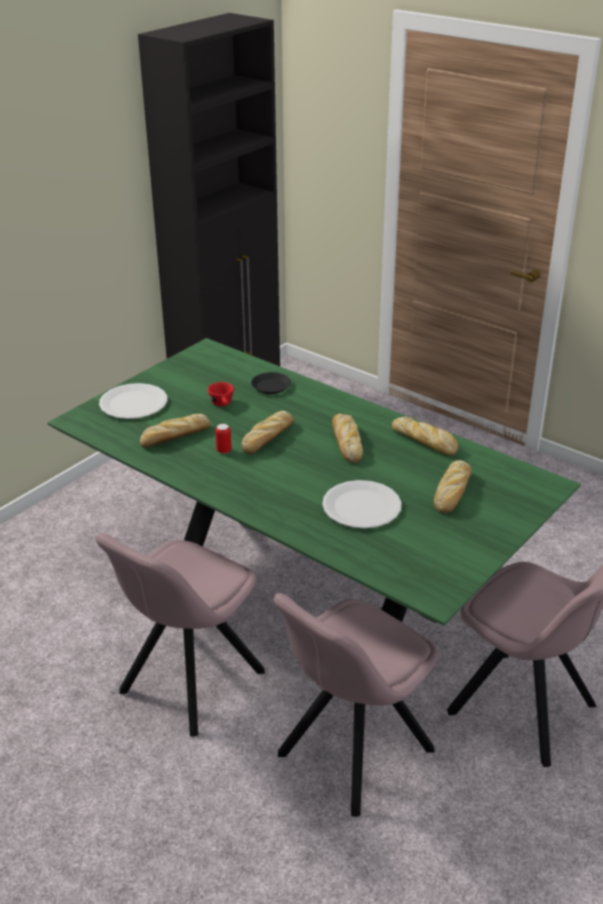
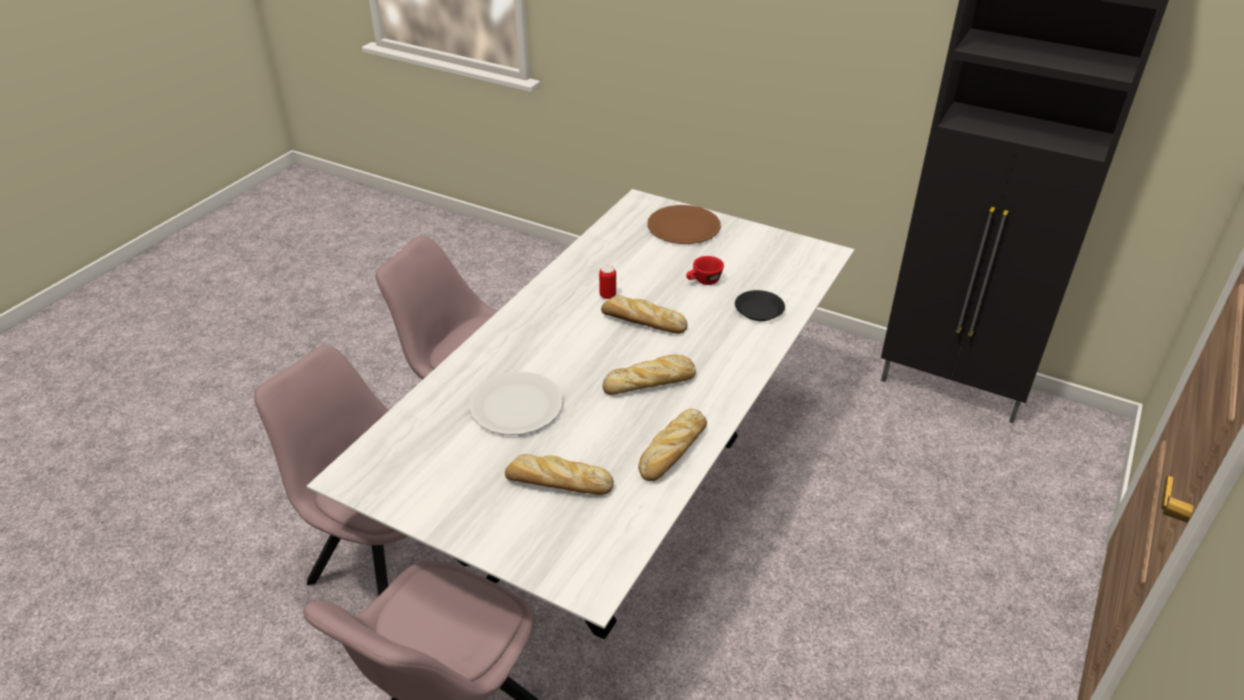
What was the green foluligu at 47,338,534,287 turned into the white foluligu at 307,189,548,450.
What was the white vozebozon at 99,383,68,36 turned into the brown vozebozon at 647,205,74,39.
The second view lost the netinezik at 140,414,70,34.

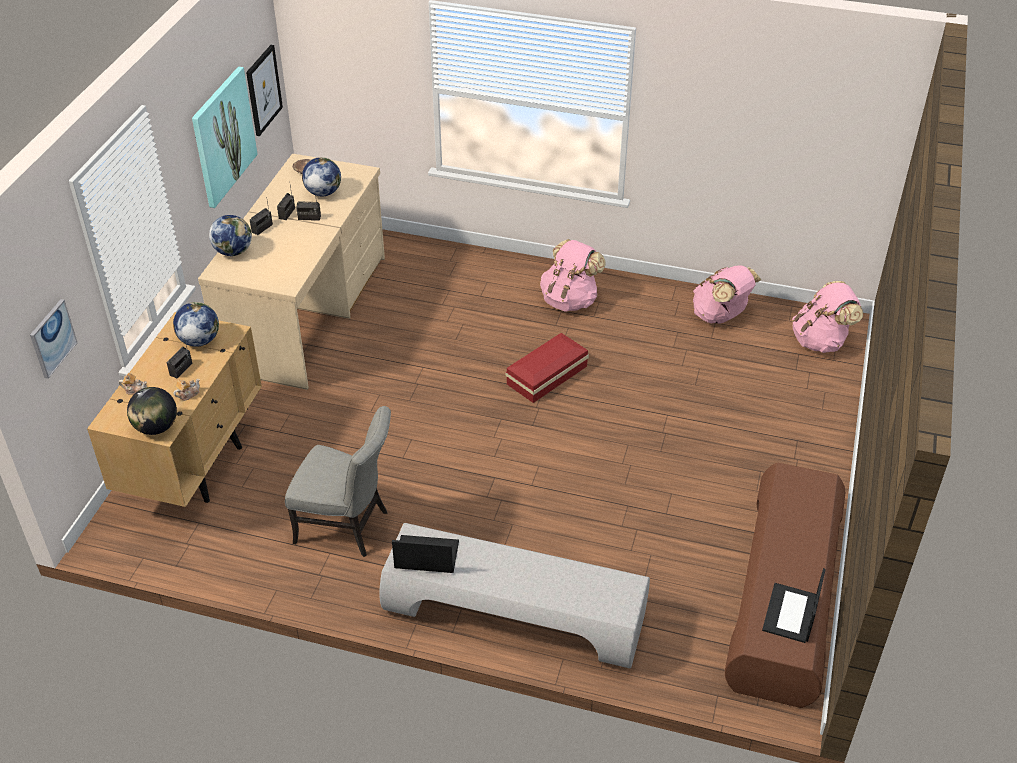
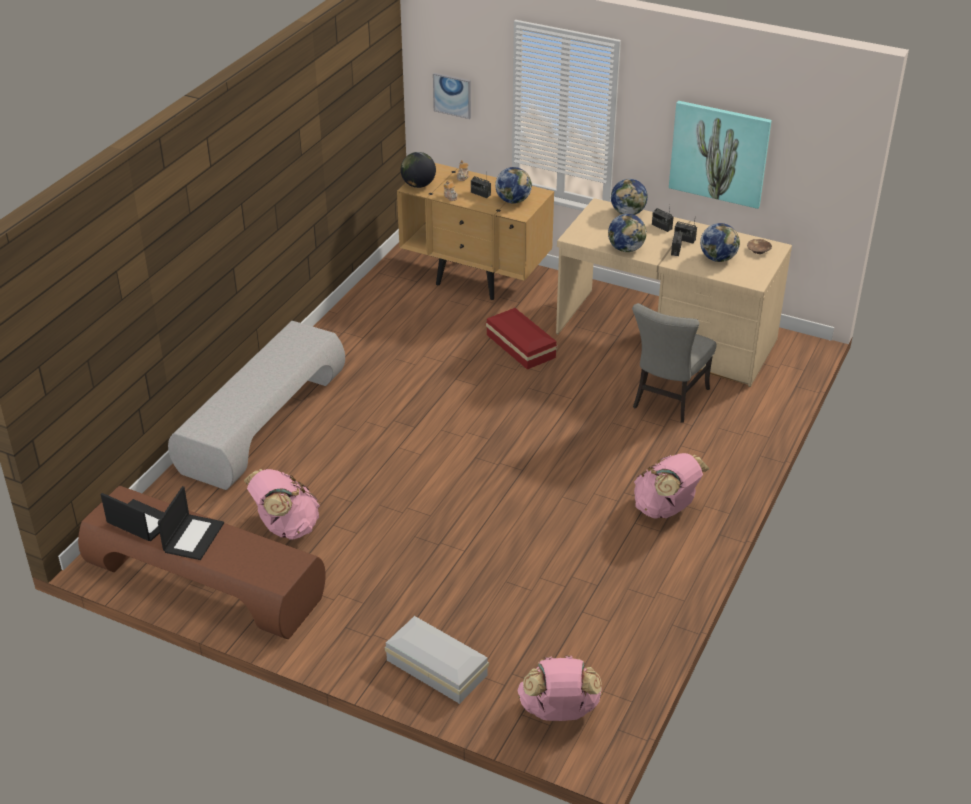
The second view lost the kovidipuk at 246,45,37,91.
The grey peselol ended up elsewhere, having gone from 285,406,106,151 to 632,303,84,120.
The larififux ended up elsewhere, having gone from 392,535,67,38 to 158,486,66,74.
The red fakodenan ended up elsewhere, having gone from 506,333,83,70 to 486,308,71,61.
The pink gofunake ended up elsewhere, having gone from 693,265,68,59 to 244,469,76,70.
The second view gained the white fakodenan at 385,616,104,88.
The second view gained the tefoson at 608,214,39,38.

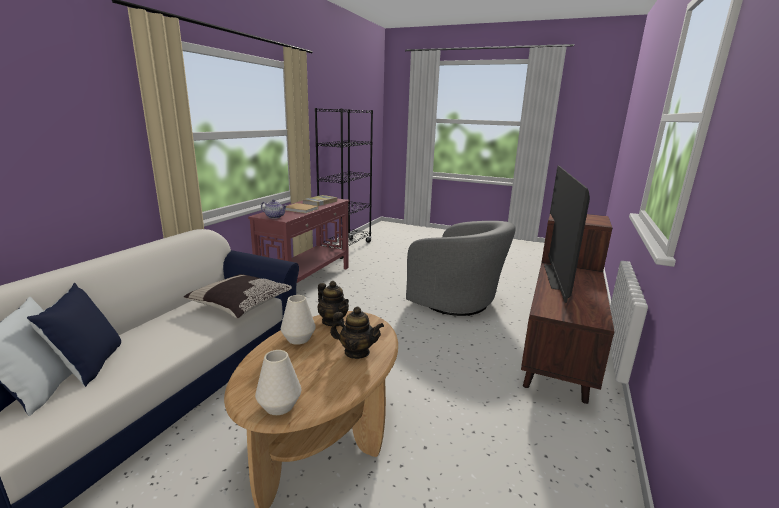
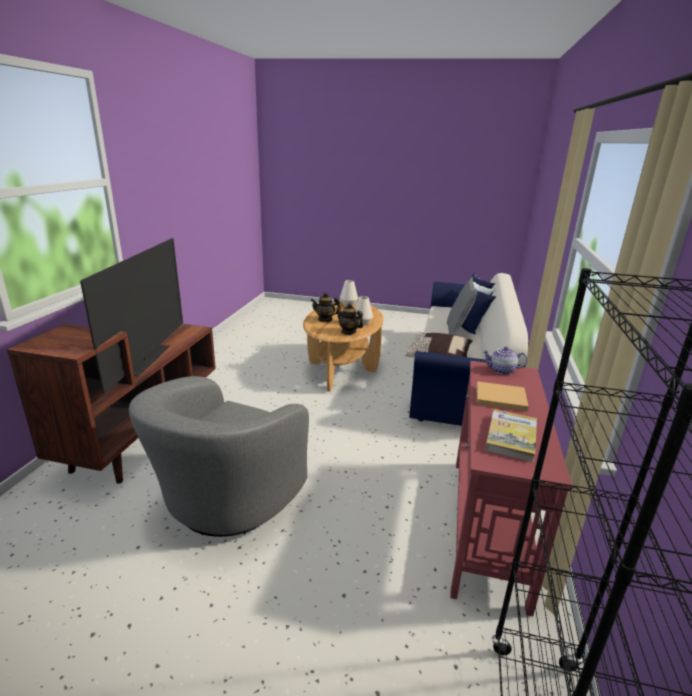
The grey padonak at 406,221,110,95 ended up facing another way, 90 degrees counterclockwise from before.
The second view gained the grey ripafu at 447,277,30,58.

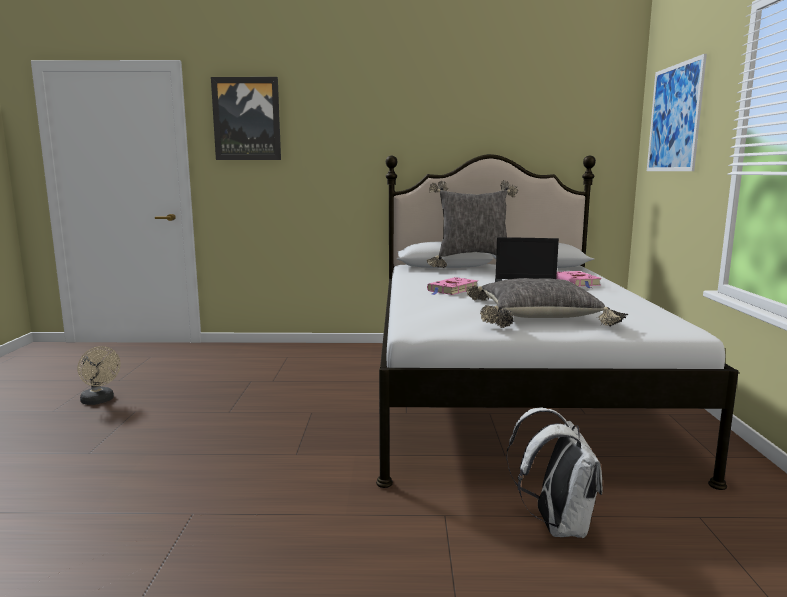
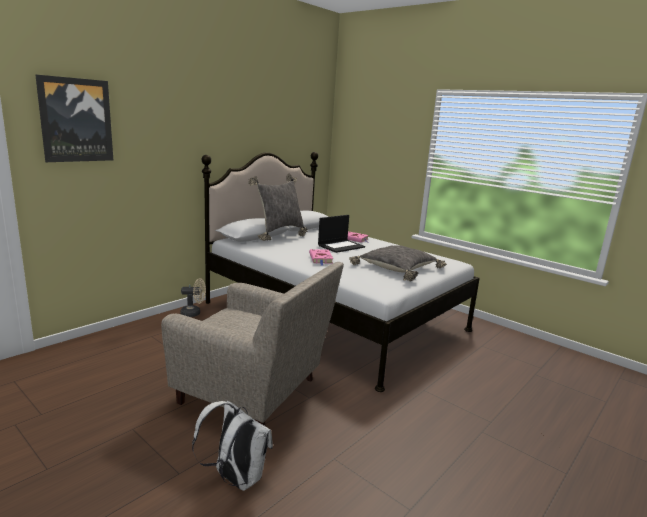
The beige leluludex ended up elsewhere, having gone from 78,346,42,59 to 180,278,26,39.
The white gofunake ended up elsewhere, having gone from 506,408,97,130 to 192,400,81,91.
The second view lost the kovidipuk at 647,54,60,117.
The second view gained the beige padonak at 161,262,183,164.

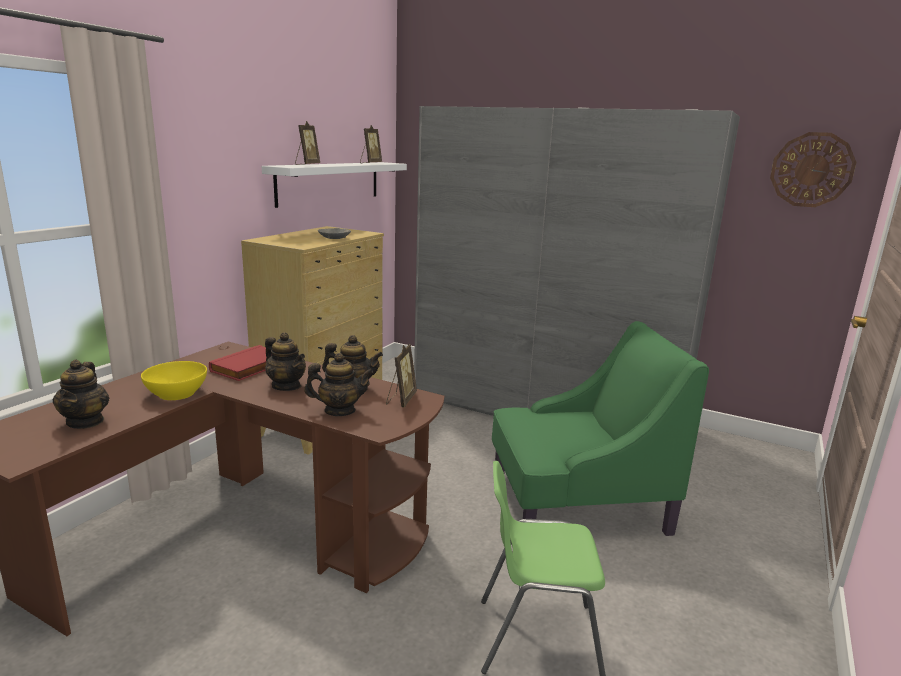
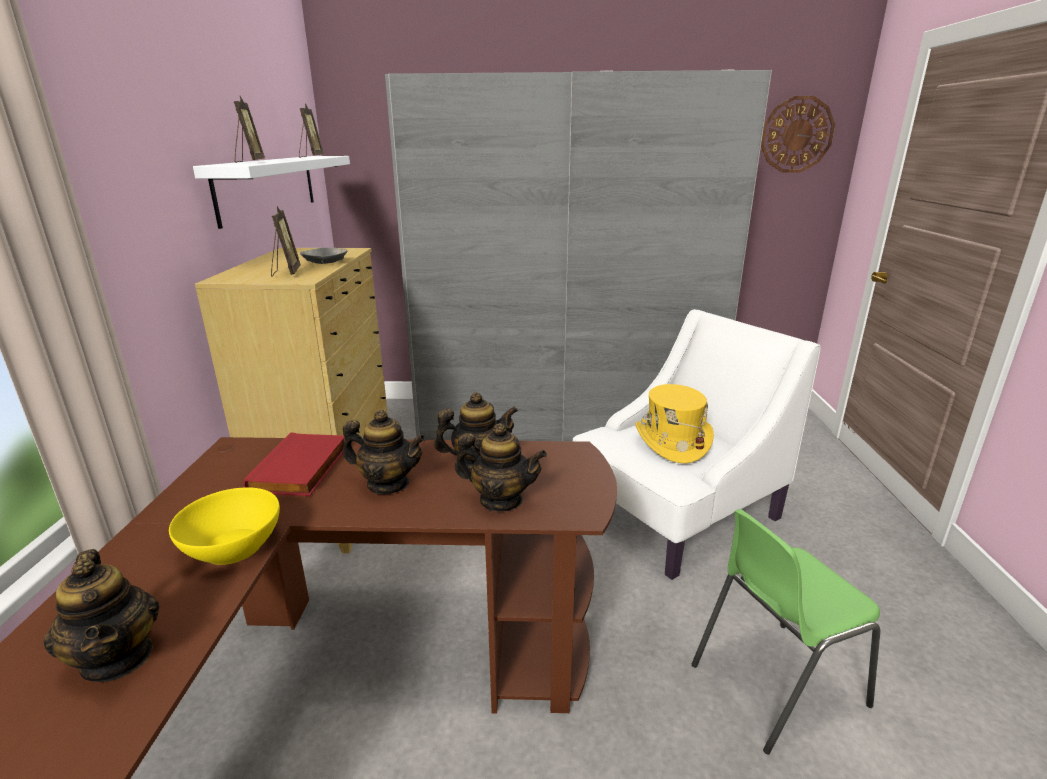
The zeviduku at 304,353,69,63 ended up facing another way, 45 degrees clockwise from before.
The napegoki ended up elsewhere, having gone from 386,344,31,63 to 271,206,30,71.
What was the green padonak at 492,321,217,215 turned into the white padonak at 573,309,248,271.
The second view gained the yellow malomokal at 635,384,79,79.

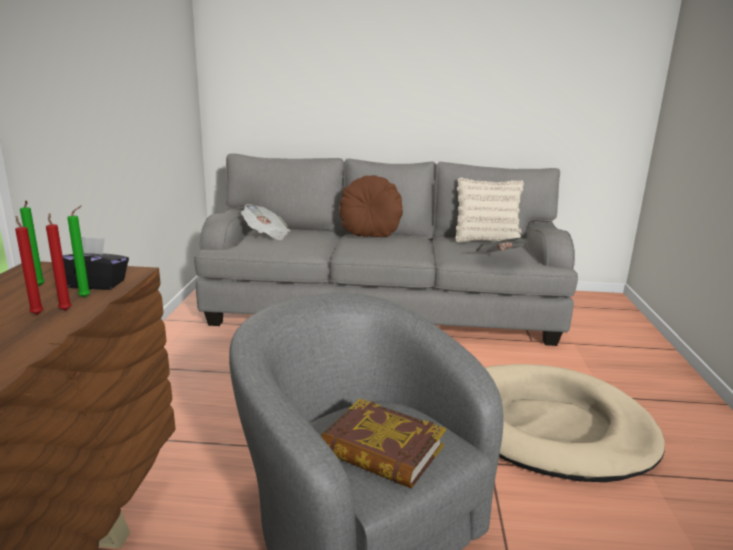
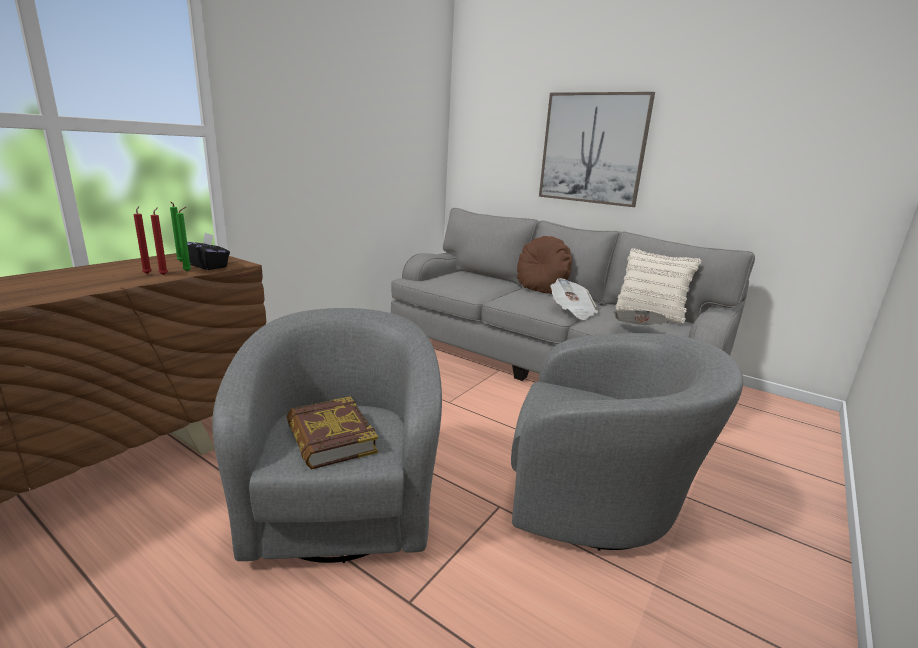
The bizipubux ended up elsewhere, having gone from 241,204,50,36 to 550,278,48,42.
Where the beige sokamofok stood at 485,364,180,118, the grey padonak came to stand at 511,333,232,218.
The second view gained the kovidipuk at 539,92,116,115.

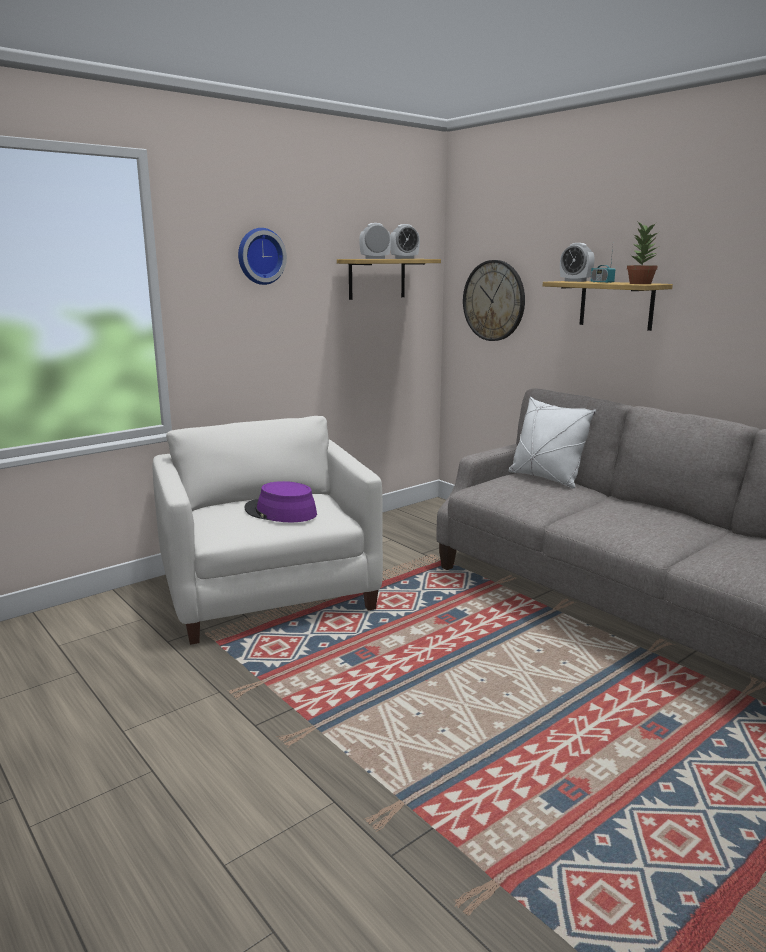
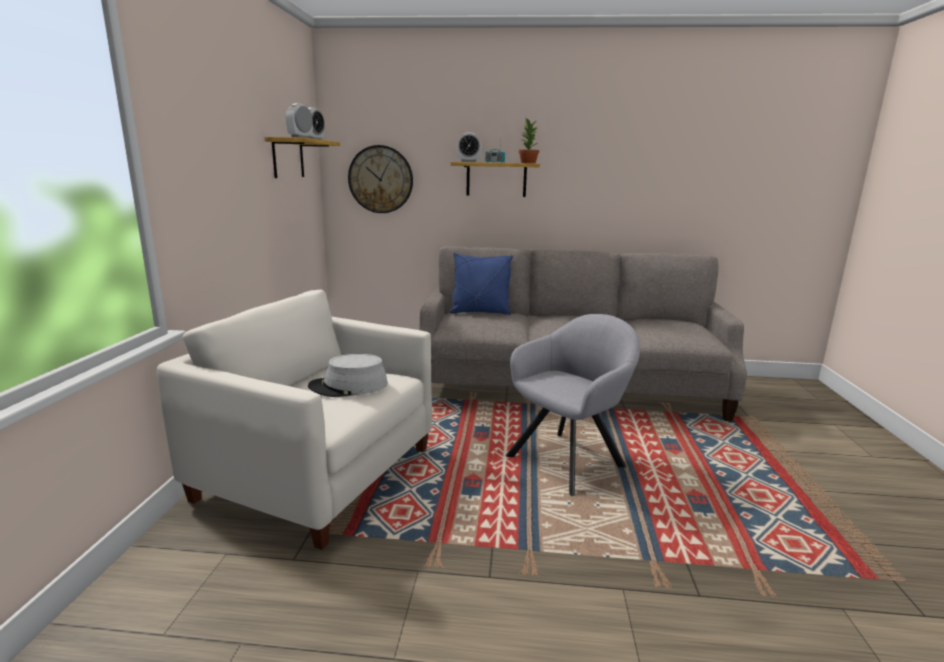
The second view lost the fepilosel at 238,228,49,57.
What was the purple malomokal at 245,481,72,41 turned into the grey malomokal at 308,354,80,43.
What was the white ripafu at 509,397,87,91 turned into the blue ripafu at 450,253,63,62.
The second view gained the grey padonak at 506,314,134,182.

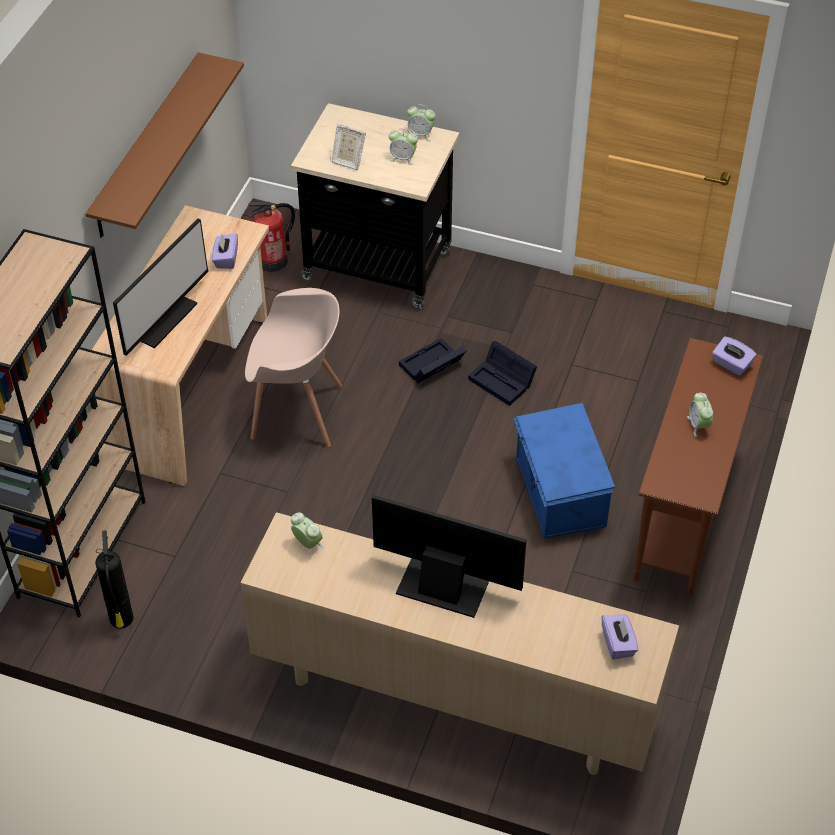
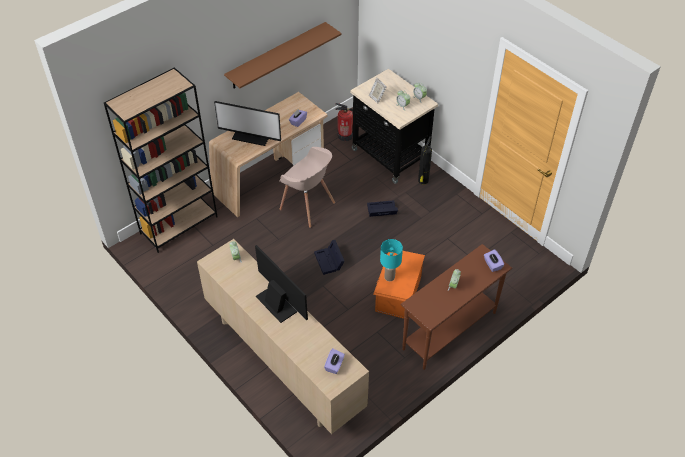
The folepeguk ended up elsewhere, having gone from 95,530,39,99 to 418,136,14,49.
The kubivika at 113,218,96,138 ended up facing another way, 45 degrees clockwise from before.
The black fakodenan ended up elsewhere, having gone from 468,341,69,65 to 314,240,31,35.
What was the blue fakodenan at 513,403,102,136 turned into the orange fakodenan at 373,251,52,68.
The second view gained the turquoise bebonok at 380,239,23,42.

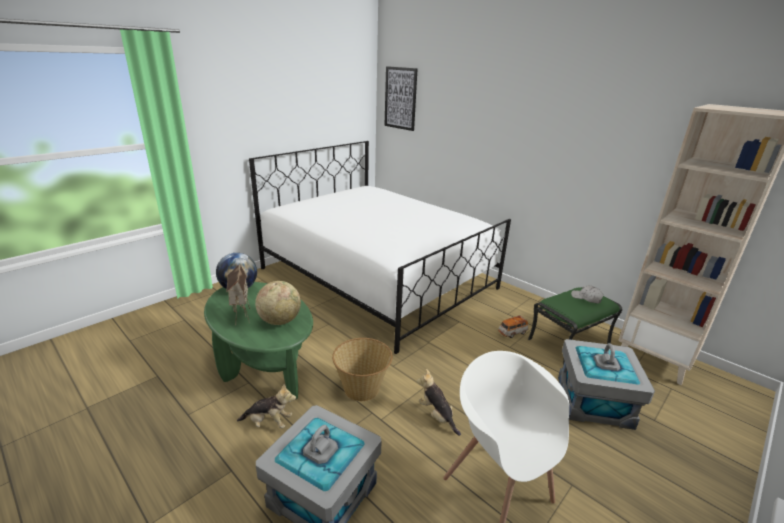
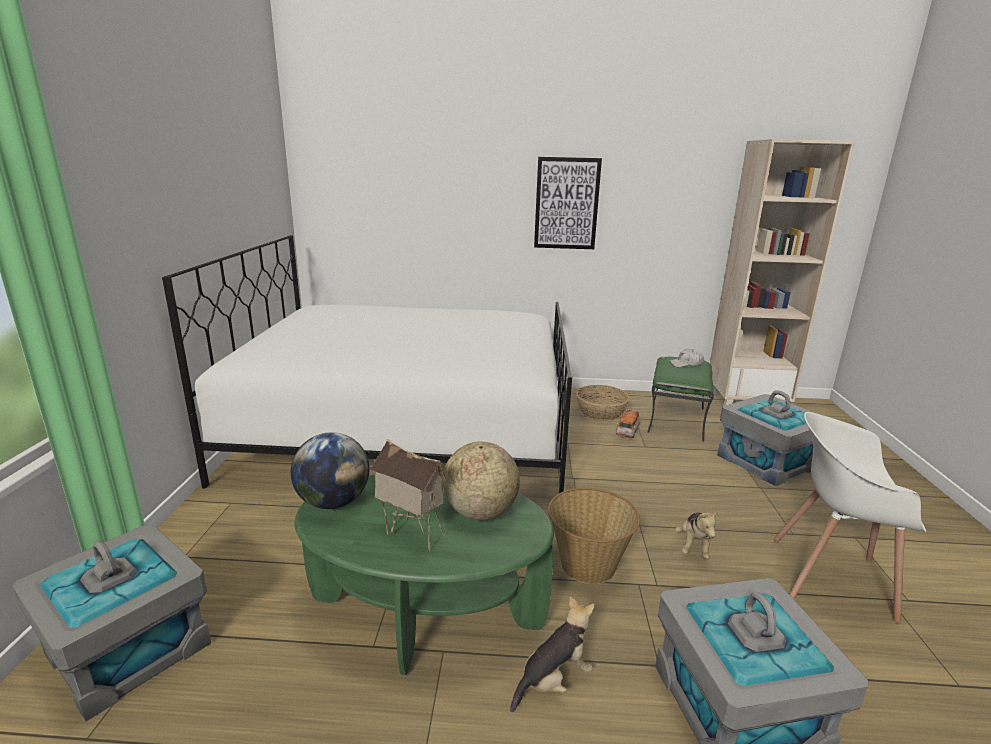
The kovidipuk ended up elsewhere, having gone from 384,66,34,65 to 534,157,68,92.
The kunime at 417,369,44,67 ended up facing another way, 90 degrees counterclockwise from before.
The second view gained the grey fakodenan at 12,524,199,197.
The second view gained the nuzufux at 576,385,54,36.

